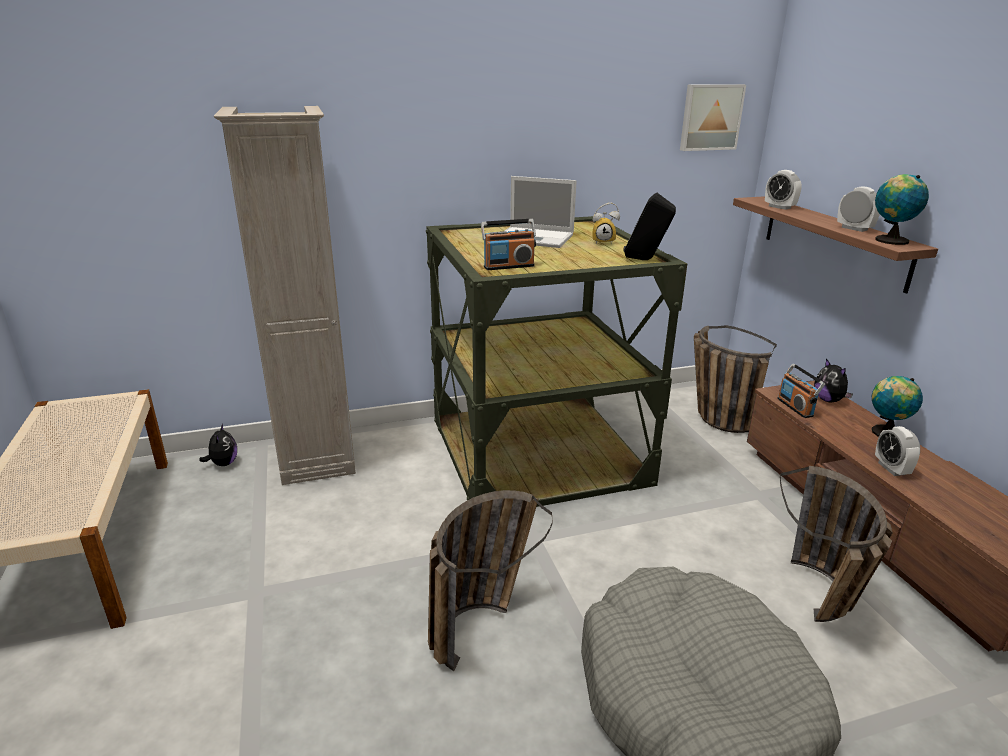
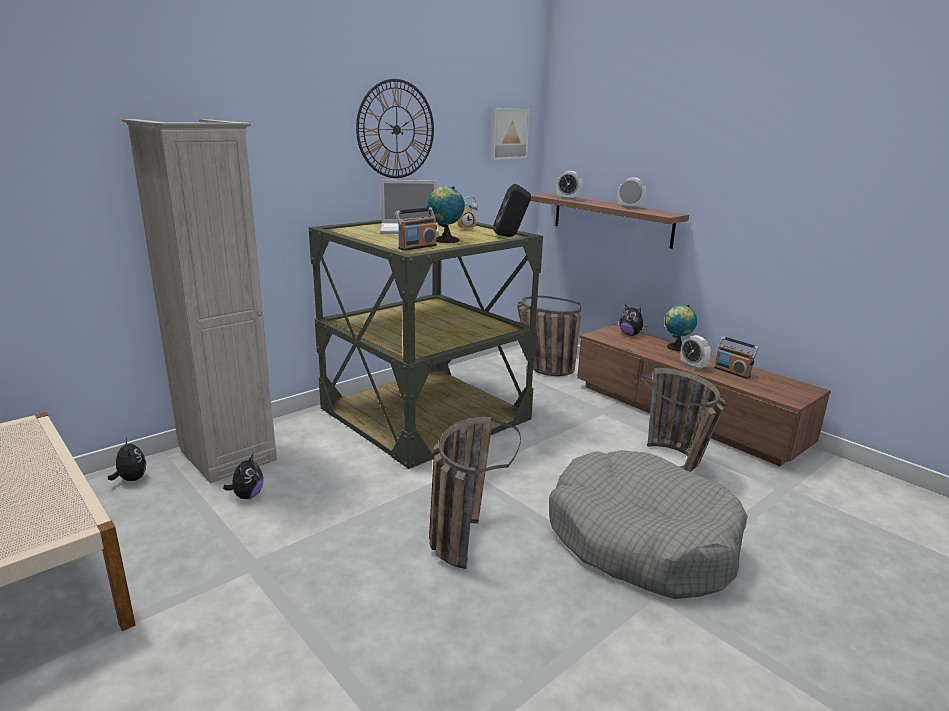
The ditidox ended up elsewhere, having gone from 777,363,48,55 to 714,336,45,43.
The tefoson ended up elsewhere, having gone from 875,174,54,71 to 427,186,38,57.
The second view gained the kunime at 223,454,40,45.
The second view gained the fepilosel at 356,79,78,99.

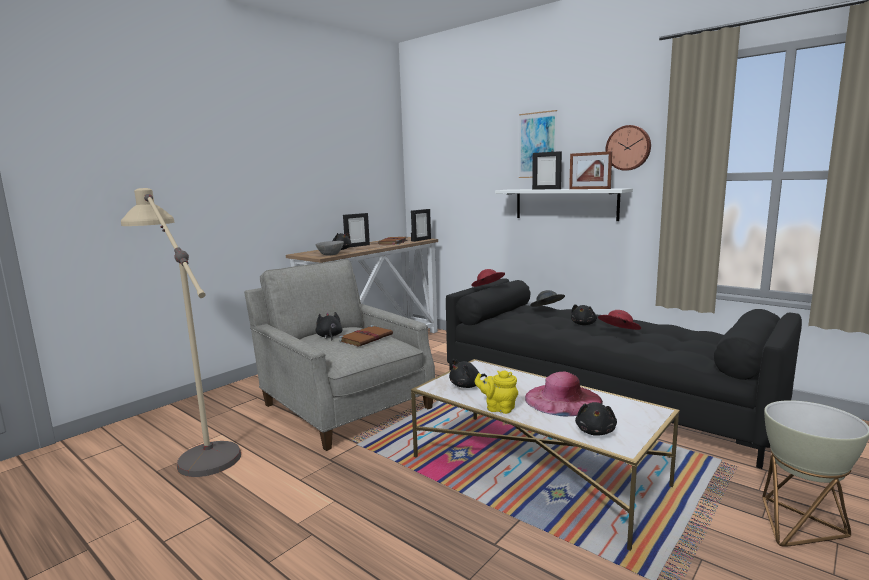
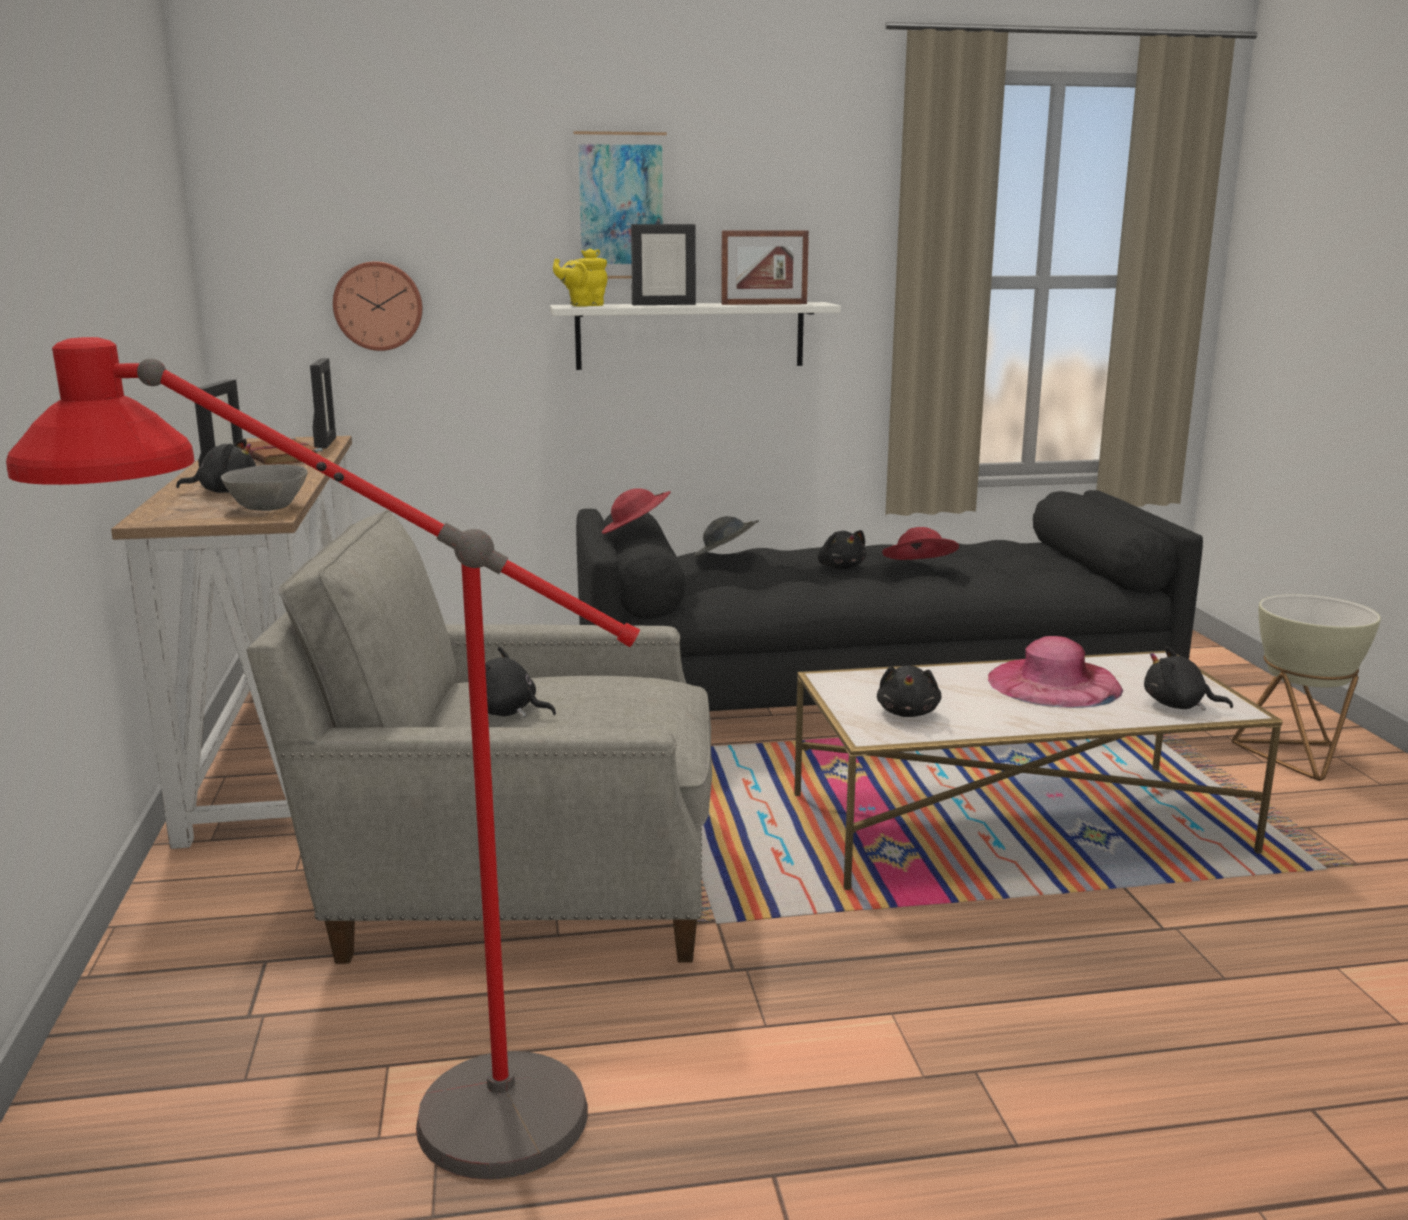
What was the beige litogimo at 121,188,120,289 turned into the red litogimo at 6,337,634,843.
The second view lost the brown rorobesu at 339,325,54,22.
The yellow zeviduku ended up elsewhere, having gone from 475,370,43,44 to 553,249,54,58.
The black kunime at 575,402,42,34 ended up facing another way, 150 degrees clockwise from before.
The fepilosel ended up elsewhere, having gone from 605,125,46,46 to 333,261,90,90.

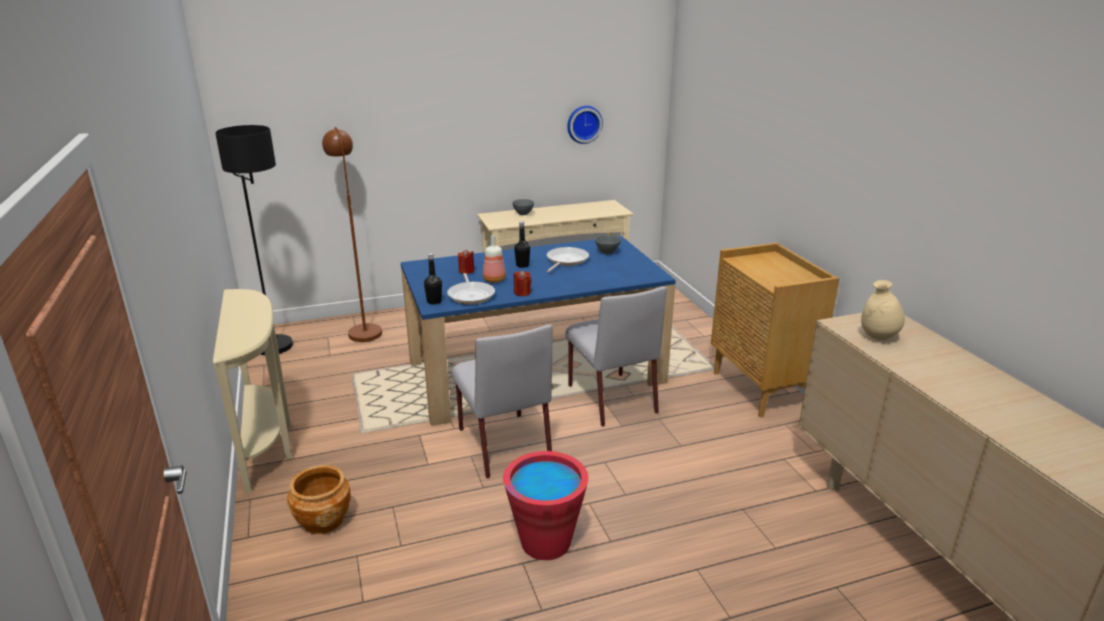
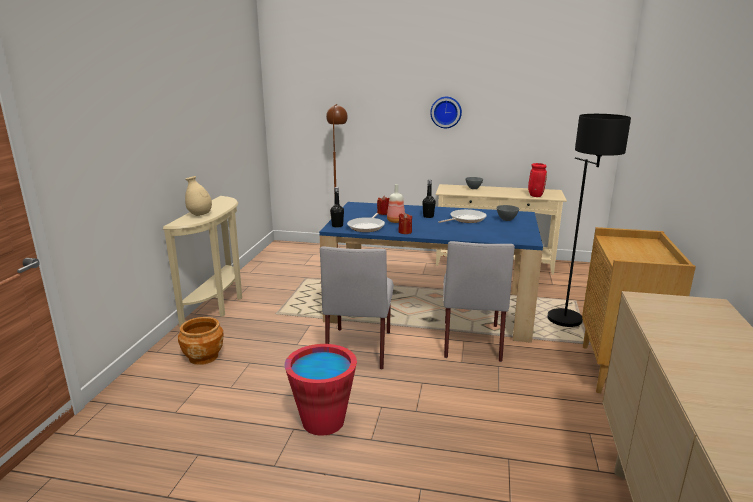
The black litogimo ended up elsewhere, having gone from 215,125,78,230 to 547,114,84,213.
The fepilosel ended up elsewhere, having gone from 567,106,36,38 to 430,97,32,31.
The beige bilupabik ended up elsewhere, having gone from 861,280,44,60 to 185,176,27,40.
The second view gained the red bilupabik at 528,163,19,34.

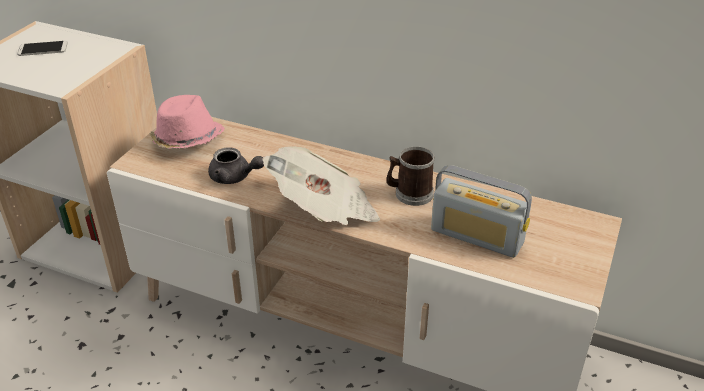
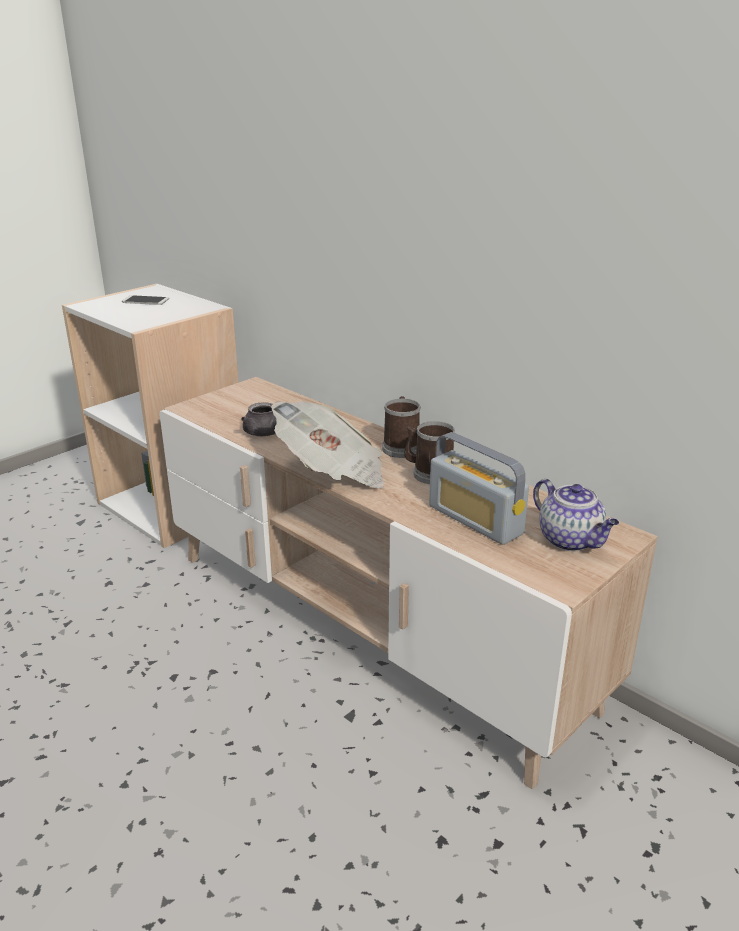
The second view lost the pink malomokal at 149,95,76,54.
The second view gained the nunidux at 382,396,39,62.
The second view gained the zeviduku at 533,479,86,72.

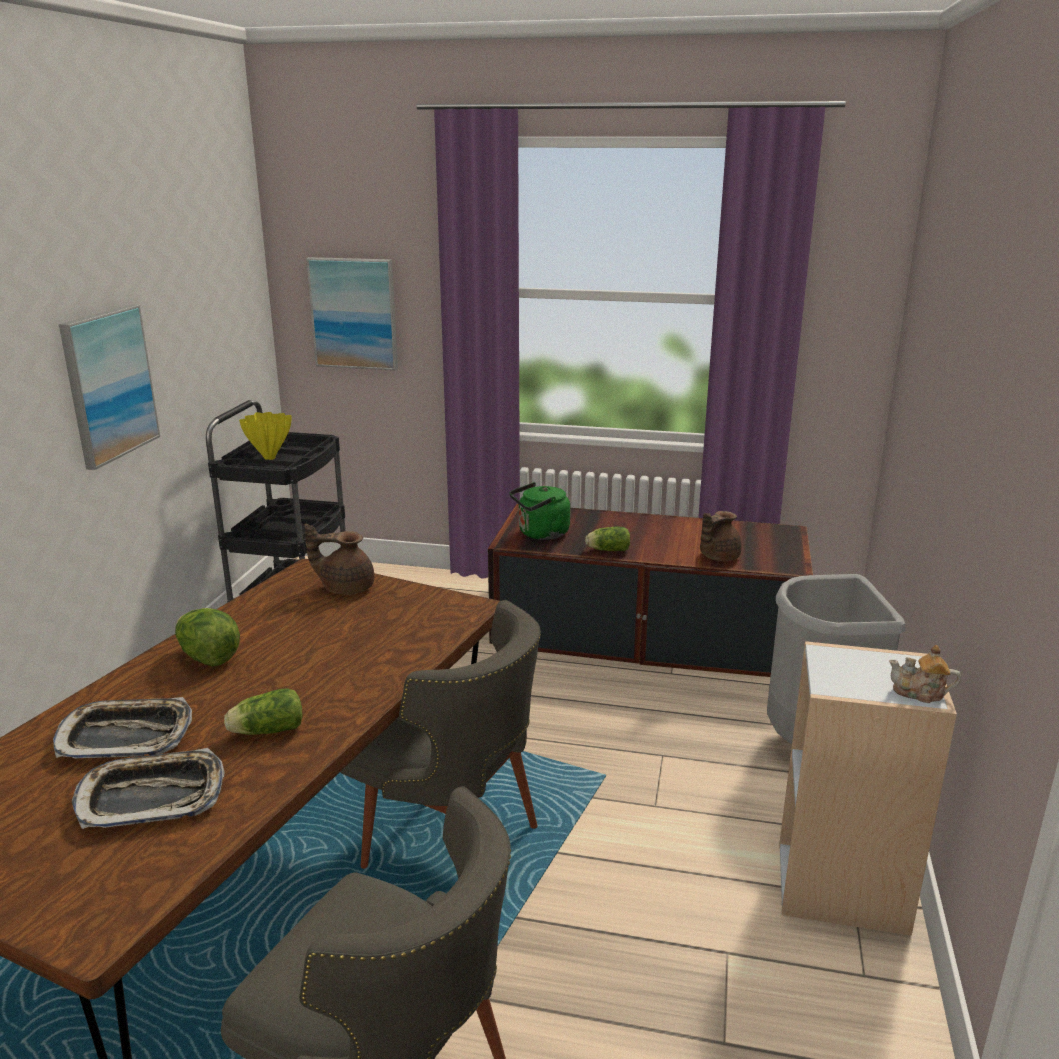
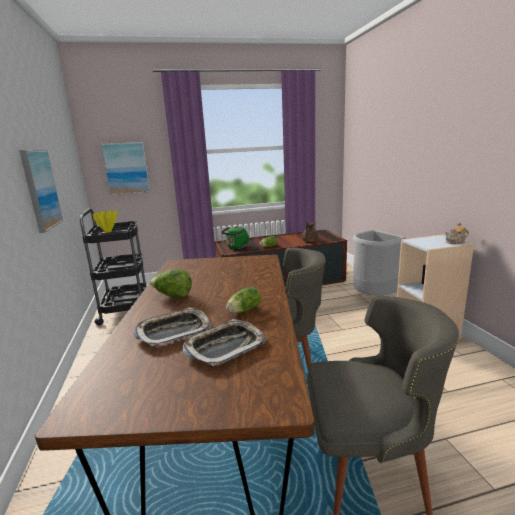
The second view lost the brown zeviduku at 304,524,70,71.

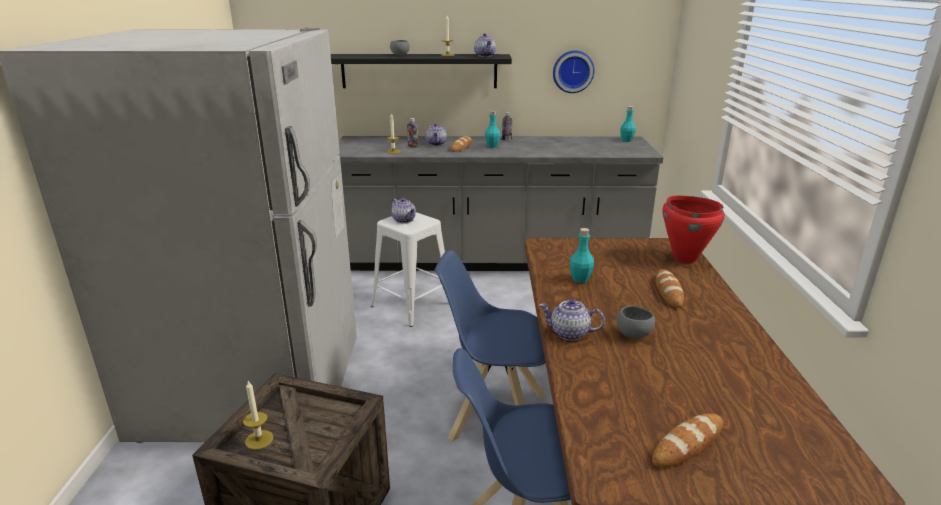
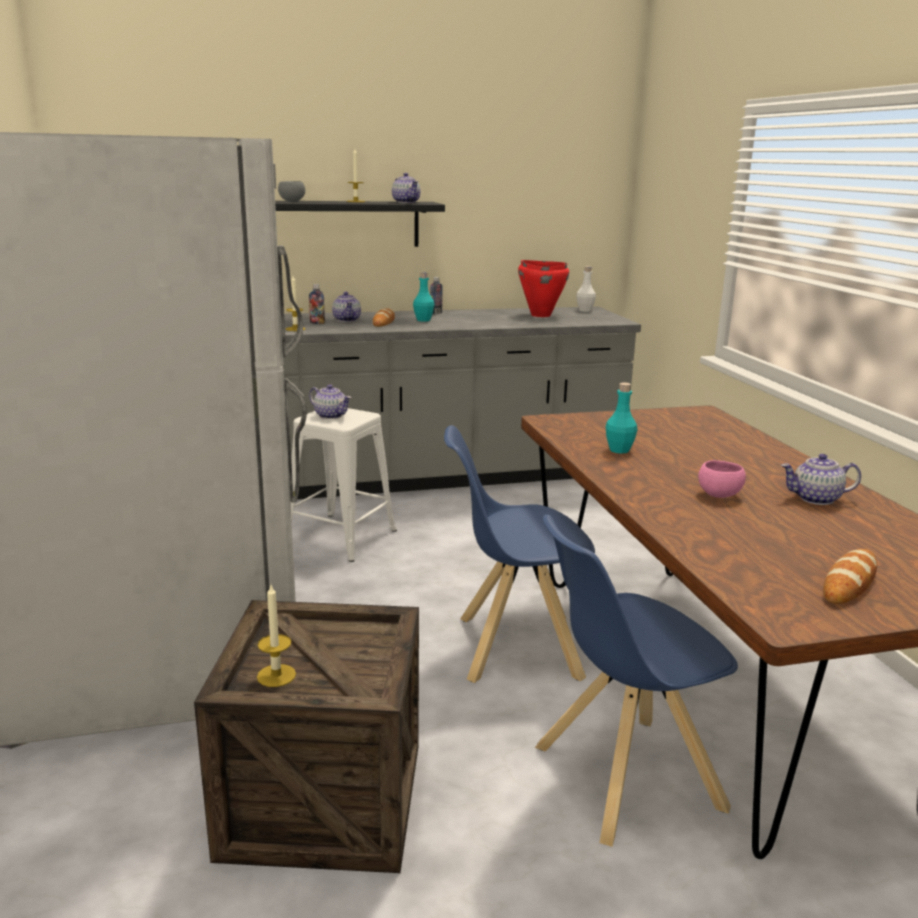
The zeviduku ended up elsewhere, having gone from 539,299,66,42 to 781,454,80,51.
The second view lost the fepilosel at 553,50,41,43.
What was the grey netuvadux at 617,306,38,33 turned into the pink netuvadux at 698,460,48,38.
What was the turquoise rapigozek at 620,106,16,36 turned into the white rapigozek at 576,267,20,45.
The second view lost the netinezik at 656,269,28,39.
The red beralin ended up elsewhere, having gone from 663,196,62,67 to 518,260,51,57.

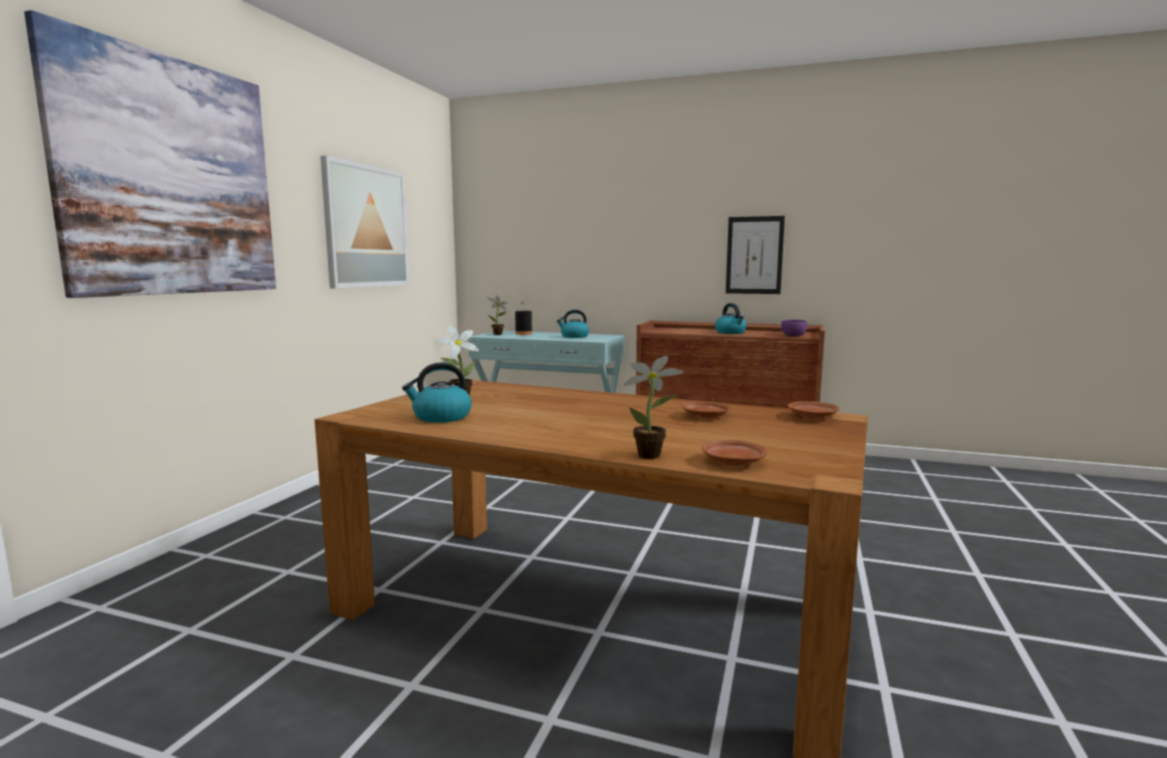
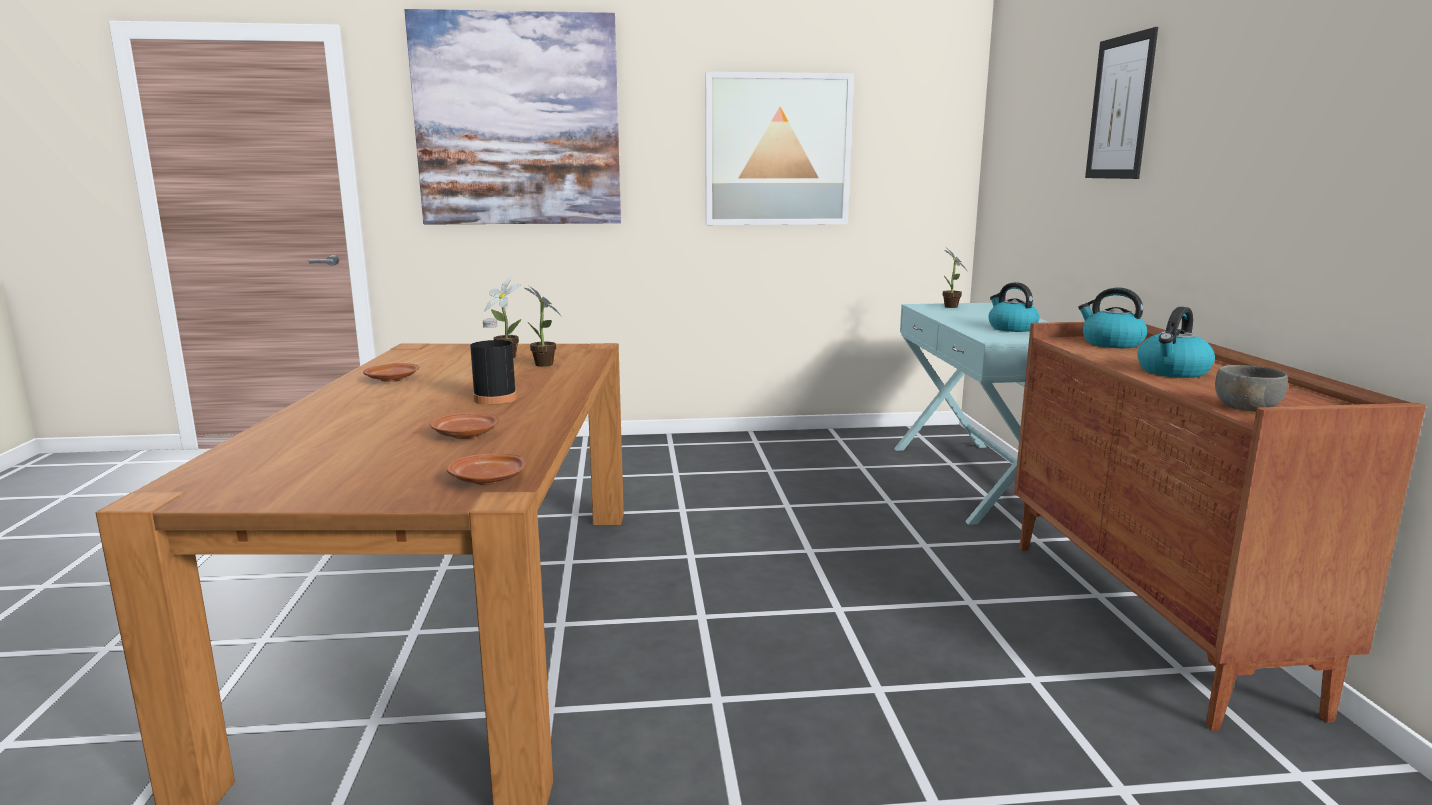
The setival ended up elsewhere, having gone from 402,362,70,61 to 1078,287,70,61.
The black rapigozek ended up elsewhere, having gone from 515,301,17,34 to 470,319,47,86.
The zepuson ended up elsewhere, having gone from 624,356,60,103 to 524,285,38,82.
The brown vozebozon ended up elsewhere, having gone from 702,440,65,26 to 363,363,56,19.
The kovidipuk ended up elsewhere, having gone from 726,216,59,78 to 1085,27,73,152.
What was the purple netuvadux at 781,320,26,16 turned into the grey netuvadux at 1215,365,73,47.

